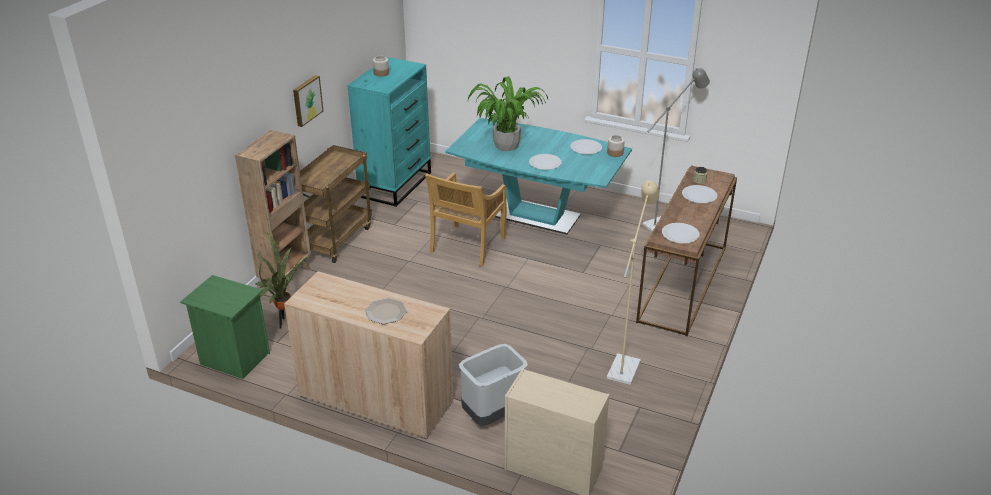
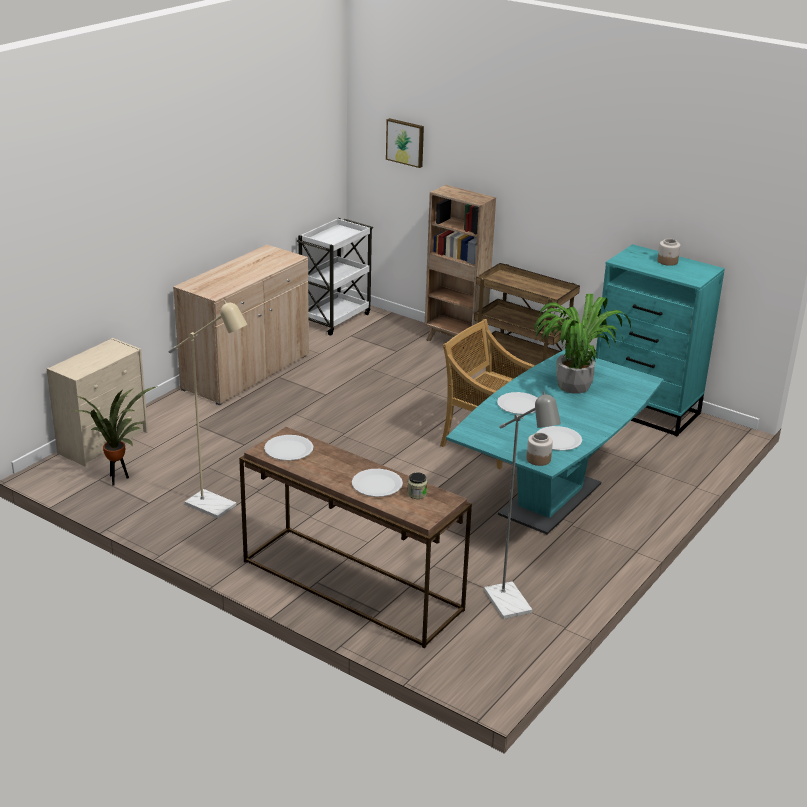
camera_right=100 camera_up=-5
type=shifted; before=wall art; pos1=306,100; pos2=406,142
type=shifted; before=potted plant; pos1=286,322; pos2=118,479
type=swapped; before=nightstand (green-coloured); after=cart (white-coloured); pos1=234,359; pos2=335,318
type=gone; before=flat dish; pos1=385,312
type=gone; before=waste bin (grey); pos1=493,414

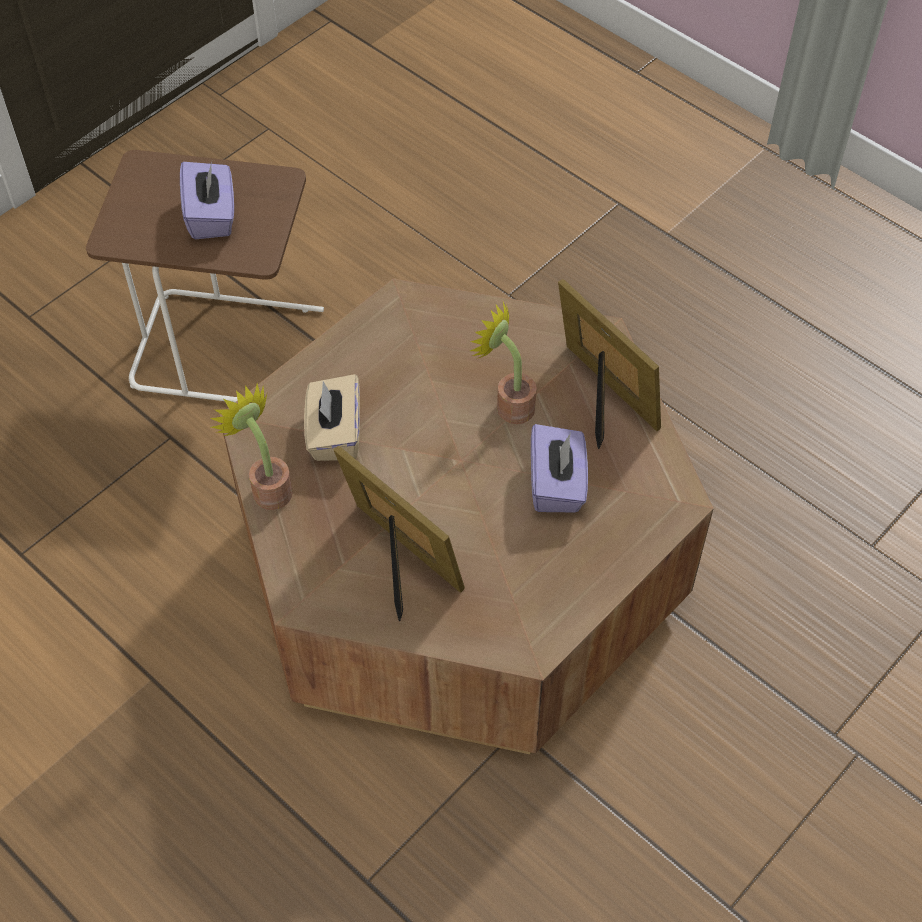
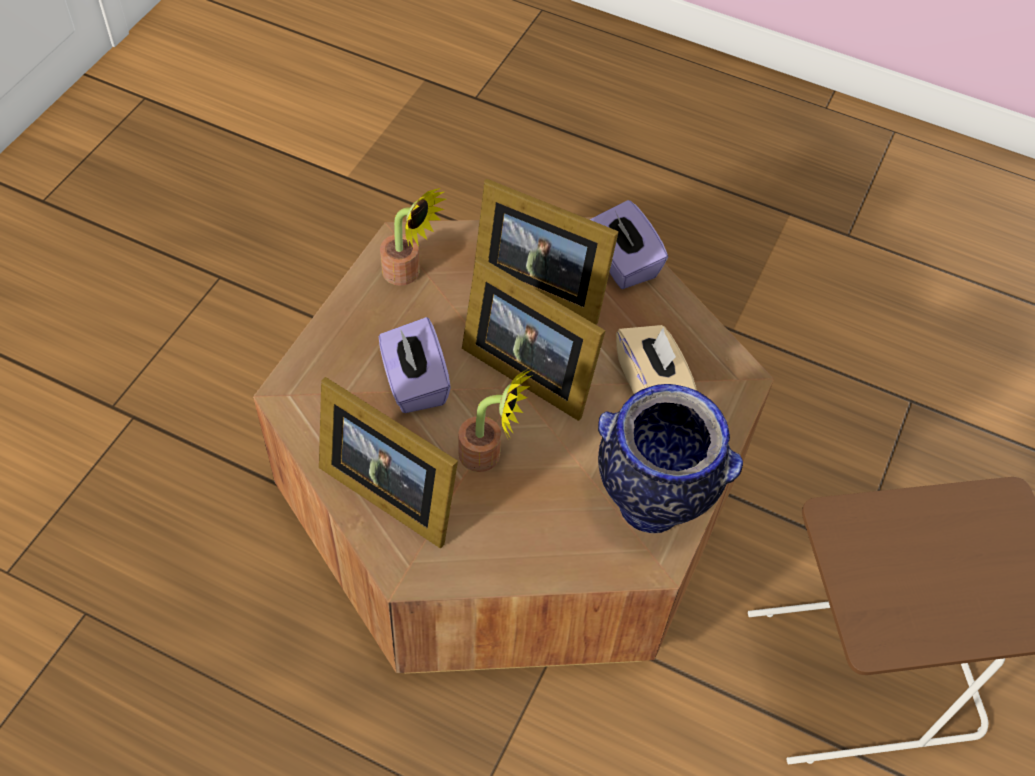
camera_right=160 camera_up=0
type=shifted; before=tissue box (purple-coloured); pos1=212,216; pos2=622,262
type=shifted; before=potted plant; pos1=267,487; pos2=407,274
type=new; after=standing frame; pos2=527,367
type=new; after=flower vase; pos2=652,506

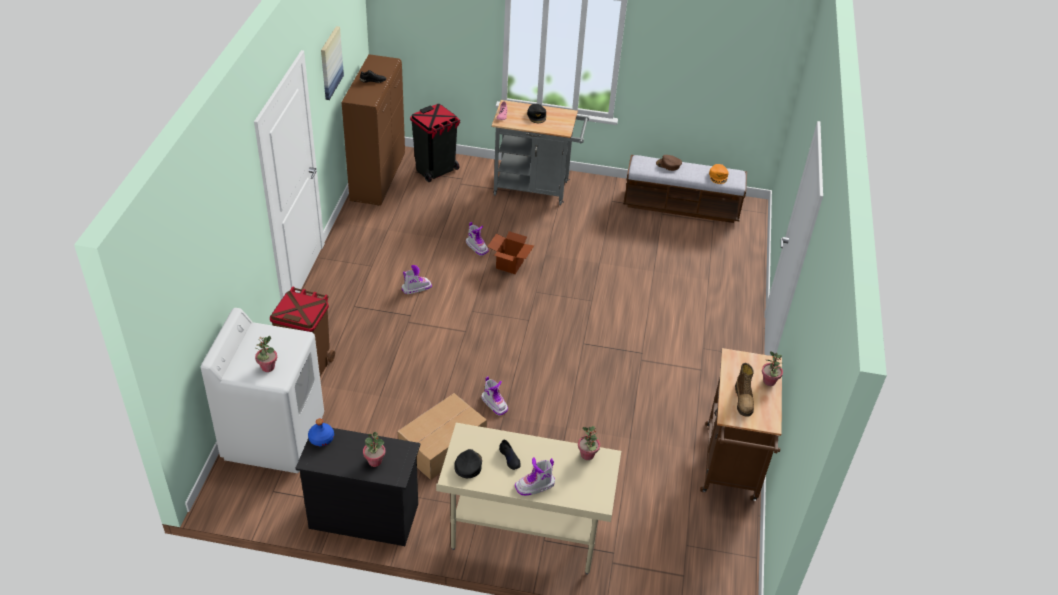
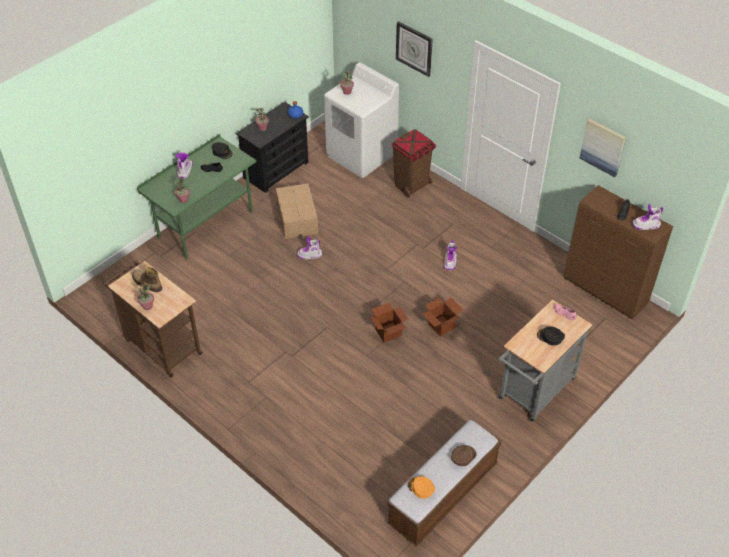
camera_right=125 camera_up=5
type=gone; before=waste bin (blackish); pos1=436,170
type=shifted; before=boot; pos1=477,247; pos2=646,225
type=repainted; before=desk table (sand-coloured); after=desk table (green-coloured); pos1=525,535; pos2=206,225
type=new; after=clock on the wall; pos2=414,48
type=new; after=packing box; pos2=388,332

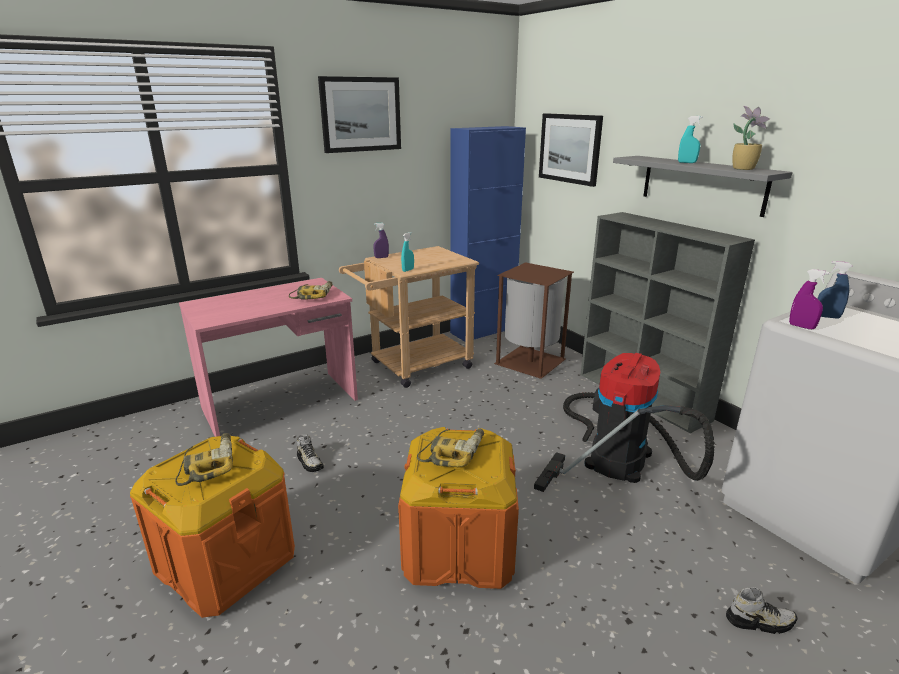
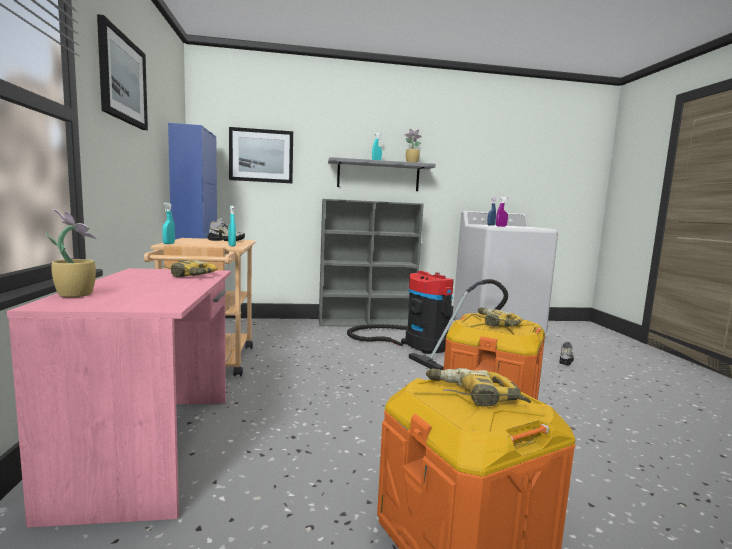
camera_right=-65 camera_up=-15
type=repainted; before=hand sprayer (purple-coloured); after=hand sprayer (blue-green); pos1=381,257; pos2=169,244
type=gone; before=waste bin (brown); pos1=531,362
type=shifted; before=low shoe; pos1=310,462; pos2=226,240
type=new; after=potted plant; pos2=75,294

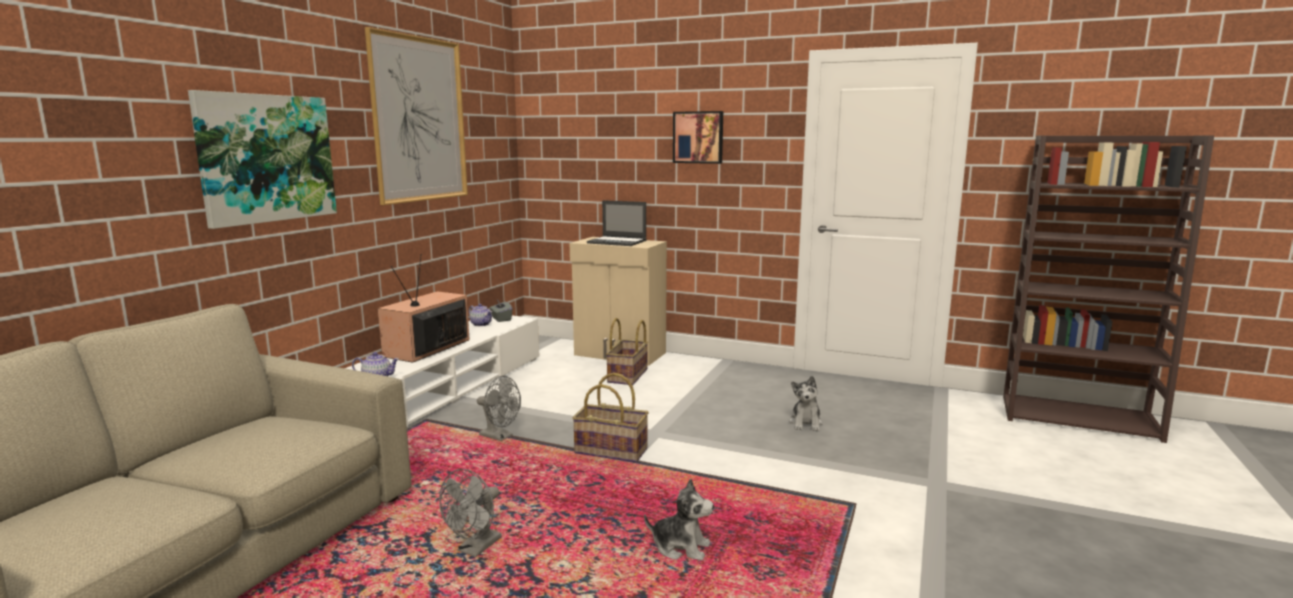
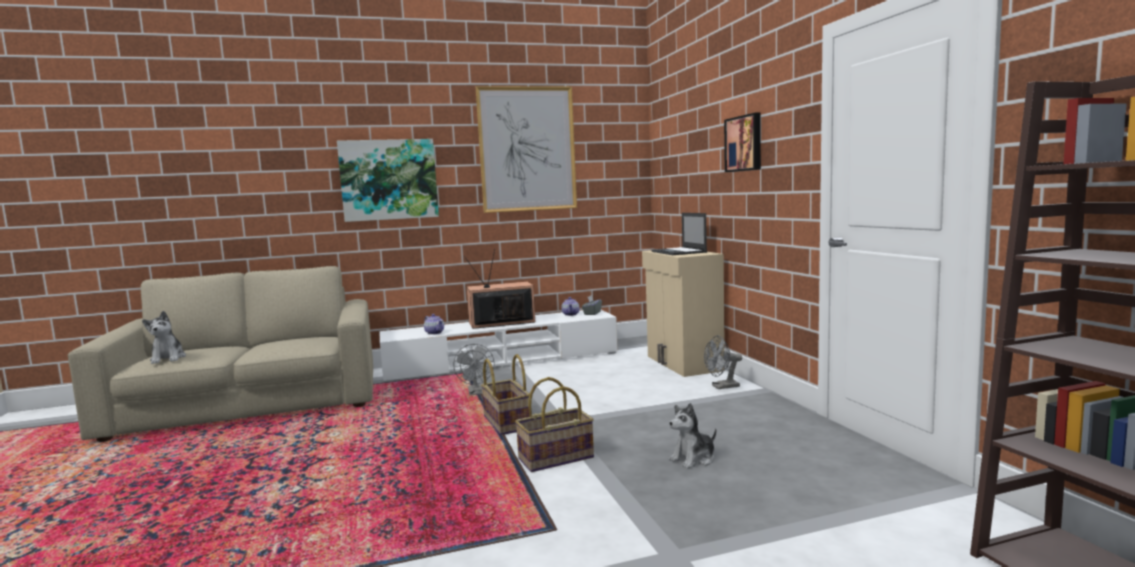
camera_right=50 camera_up=-5
type=shifted; before=household basket; pos1=628,376; pos2=556,458
type=shifted; before=cooling fan (grey); pos1=475,549; pos2=721,387
type=shifted; before=plush toy; pos1=681,547; pos2=168,358

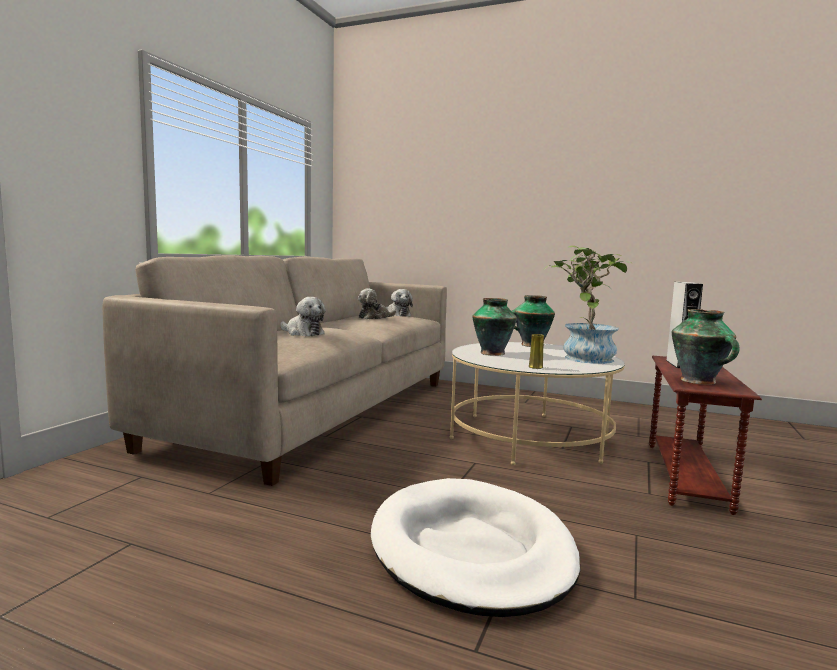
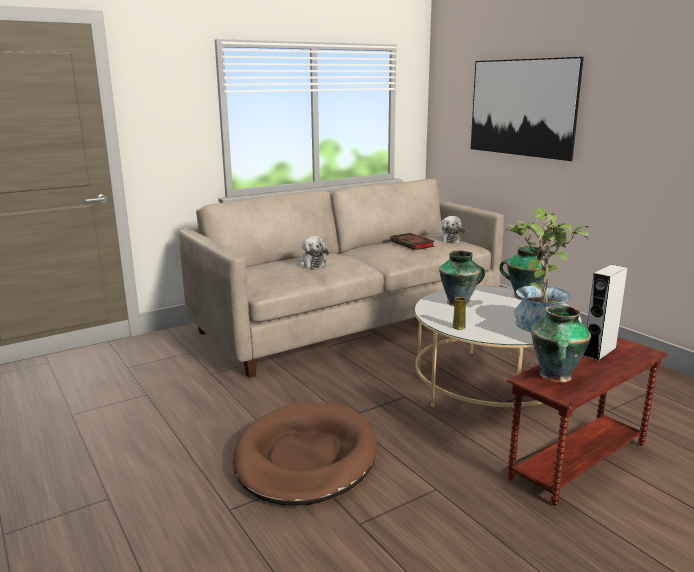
camera_right=35 camera_up=10
type=swapped; before=plush toy; after=bound book; pos1=374,317; pos2=413,244
type=repainted; before=dog bed (white-coloured); after=dog bed (brown); pos1=471,550; pos2=305,458
type=new; after=wall art; pos2=521,107

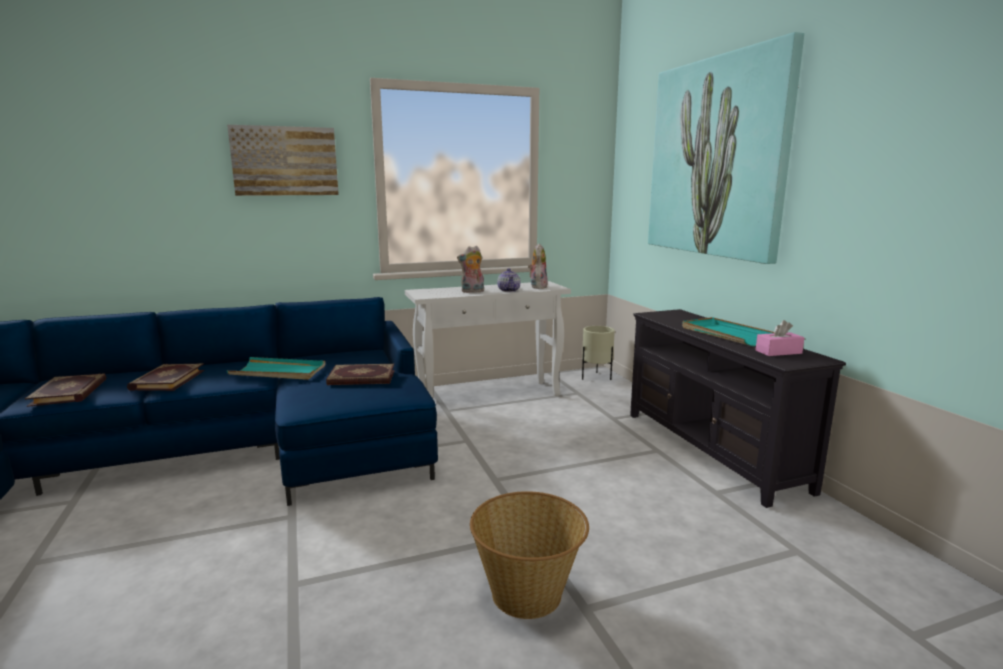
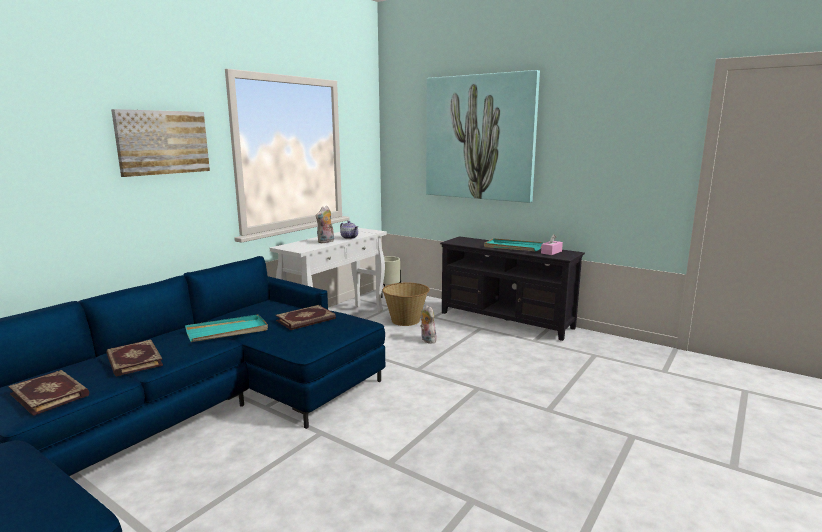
camera_right=-35 camera_up=0
type=shifted; before=plush toy; pos1=537,287; pos2=427,340
type=shifted; before=household basket; pos1=528,593; pos2=406,320

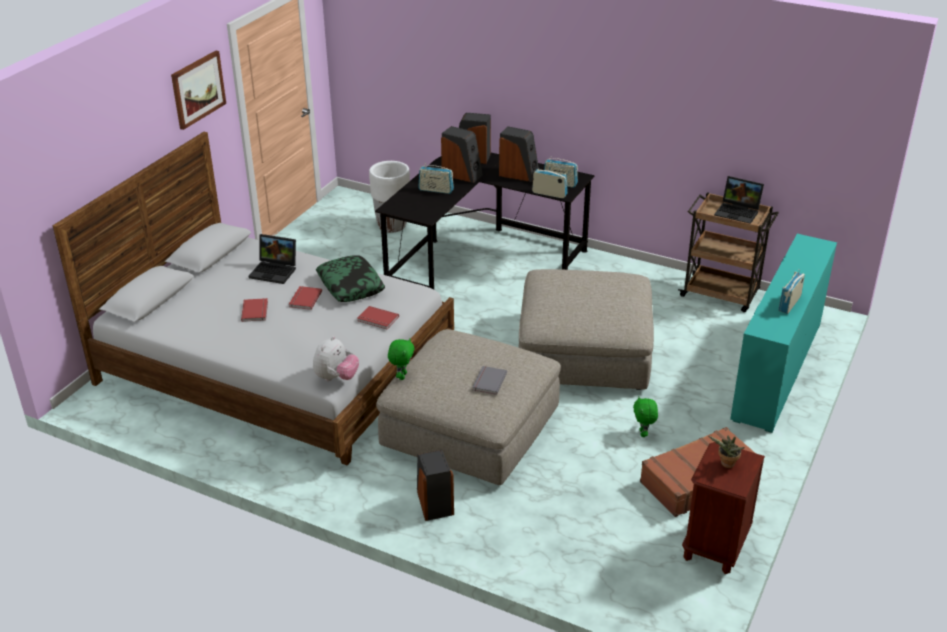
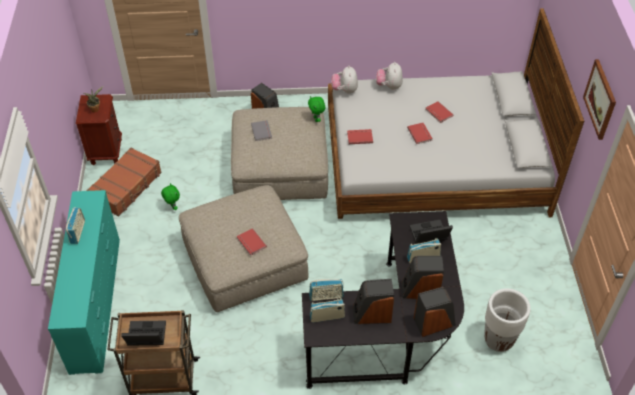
camera_right=150 camera_up=15
type=shifted; before=laptop; pos1=275,271; pos2=428,236
type=gone; before=cushion; pos1=351,285
type=new; after=plush toy; pos2=389,86
type=new; after=bound book (red-coloured); pos2=250,243

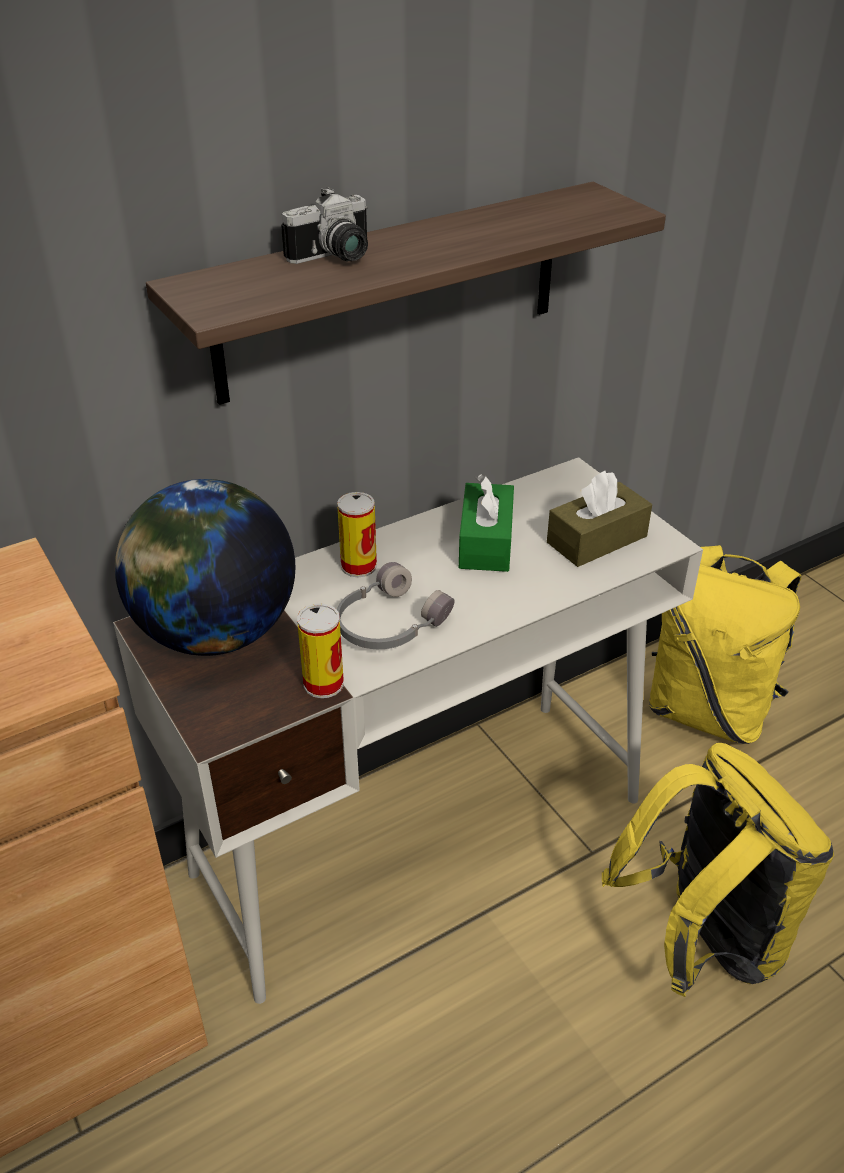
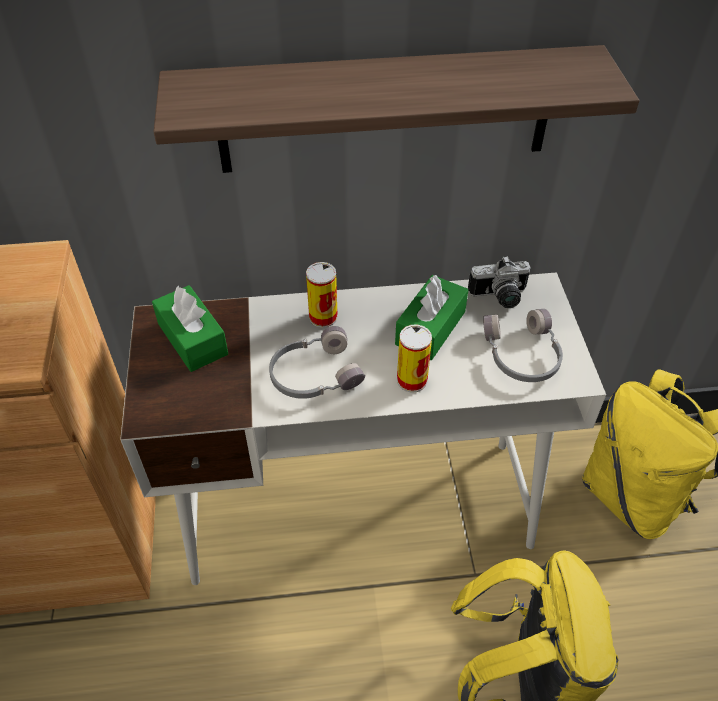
camera_right=25 camera_up=10
type=shifted; before=photo camera; pos1=335,258; pos2=500,297
type=swapped; before=tissue box (brown); after=headset (grey); pos1=597,539; pos2=521,355
type=swapped; before=desk globe; after=tissue box (green-coloured); pos1=215,633; pos2=192,339
type=shifted; before=sealed can; pos1=323,683; pos2=412,380

